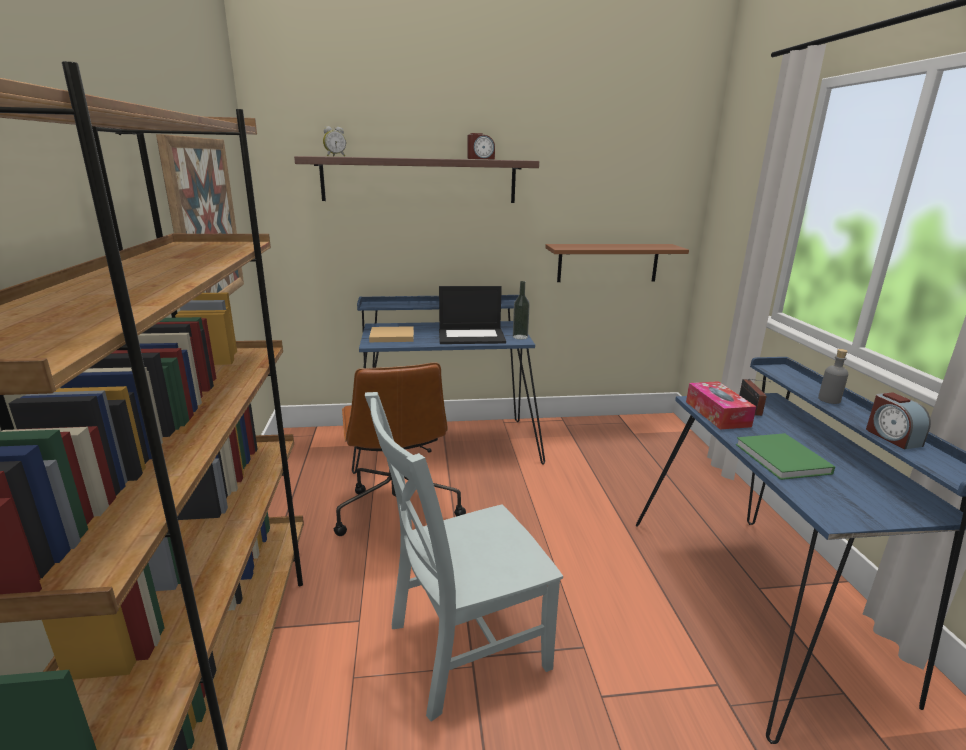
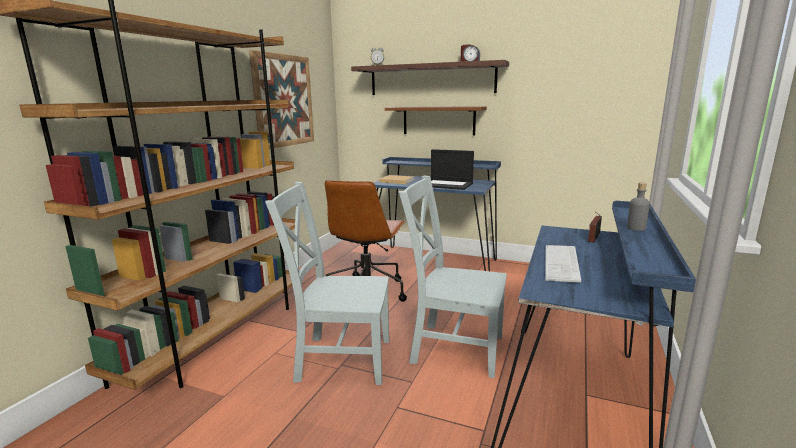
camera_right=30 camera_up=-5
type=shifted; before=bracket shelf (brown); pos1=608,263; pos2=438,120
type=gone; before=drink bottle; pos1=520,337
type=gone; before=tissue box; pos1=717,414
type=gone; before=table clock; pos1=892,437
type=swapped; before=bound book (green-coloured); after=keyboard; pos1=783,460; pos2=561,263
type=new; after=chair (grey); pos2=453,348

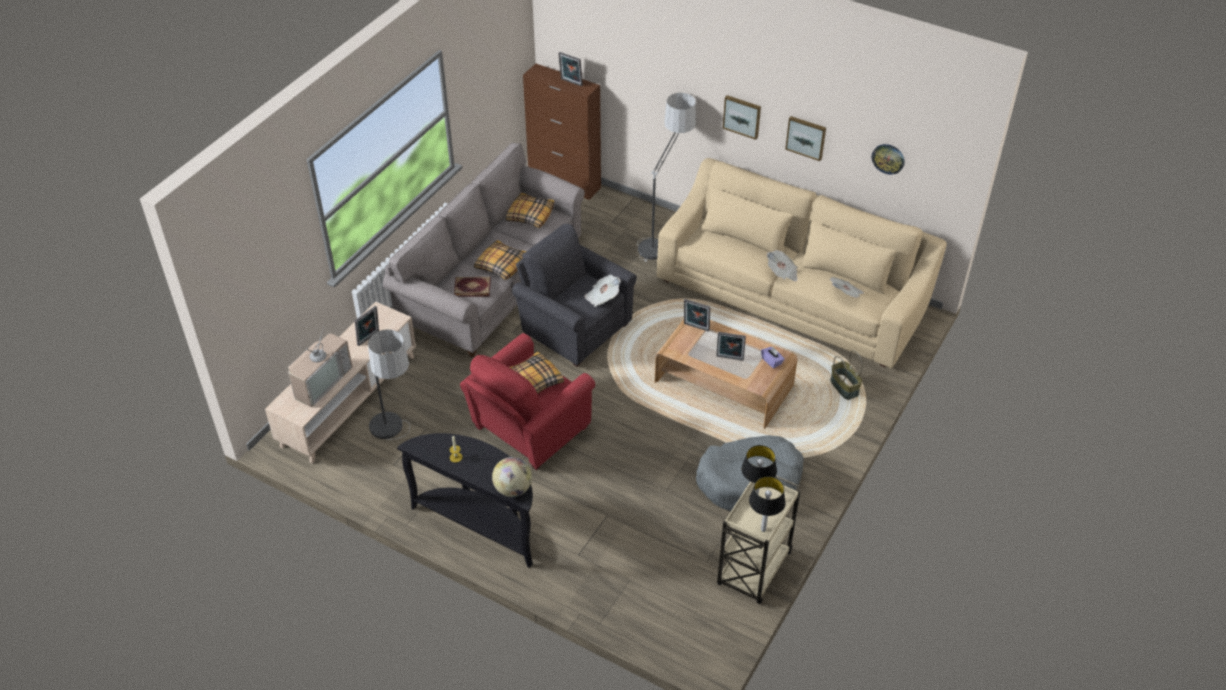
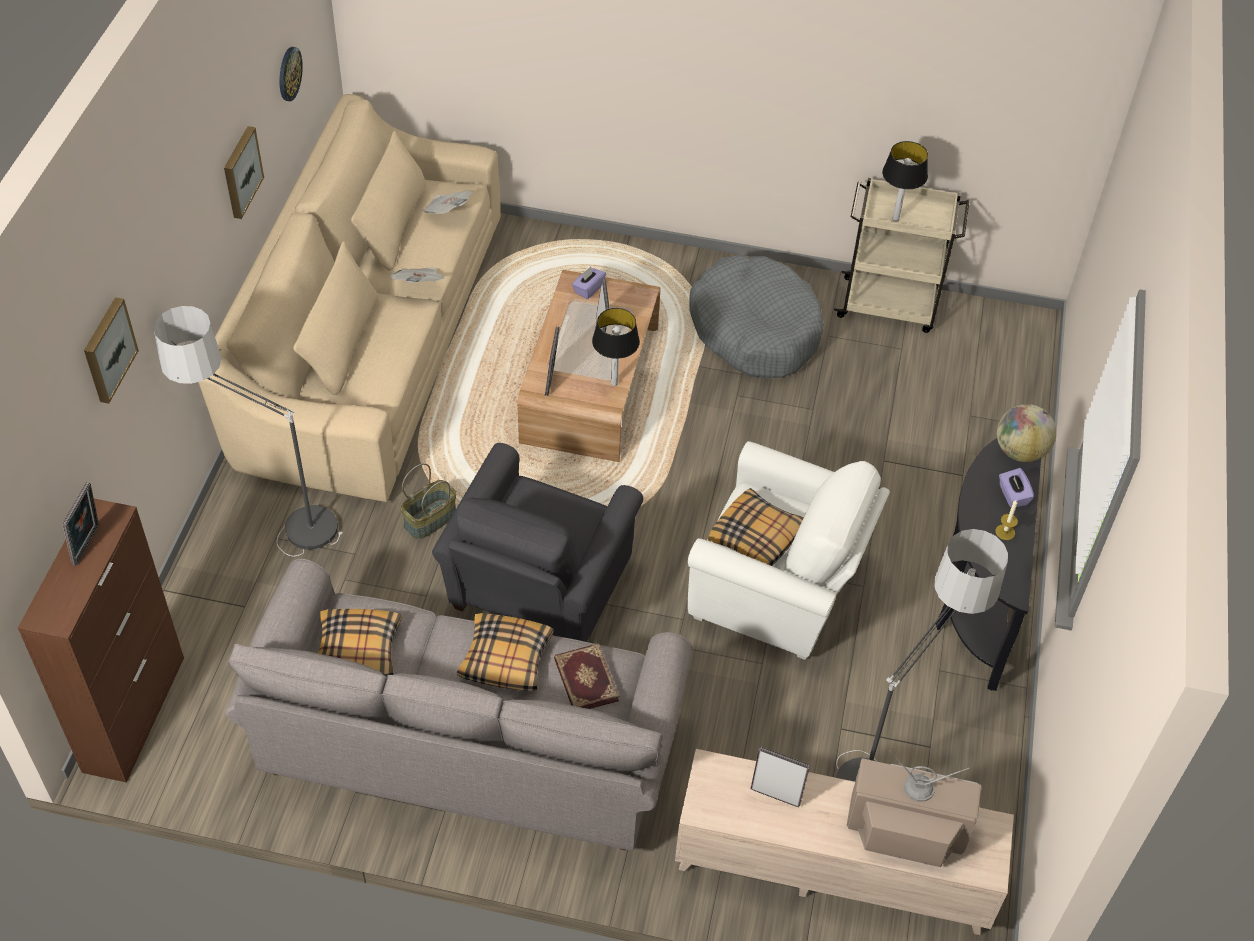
camera_right=-110 camera_up=5
type=shifted; before=wall art; pos1=742,116; pos2=107,349
type=gone; before=newspaper; pos1=602,297
type=repainted; before=lounge chair (red-coloured); after=lounge chair (white-coloured); pos1=527,430; pos2=779,592
type=shifted; before=household basket; pos1=845,387; pos2=430,519
type=shifted; before=tabletop lamp; pos1=763,530; pos2=614,383
type=new; after=tissue box (purple-coloured); pos2=1012,495

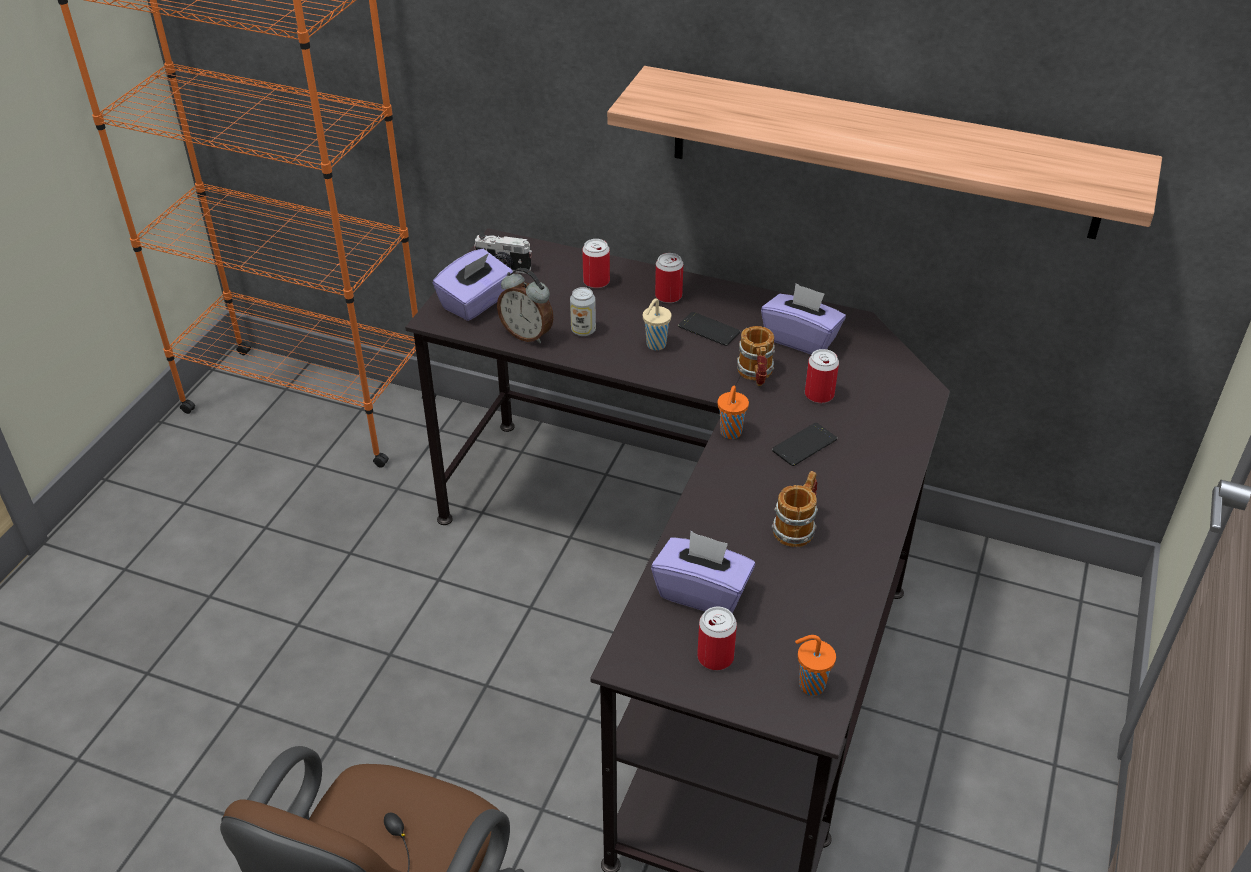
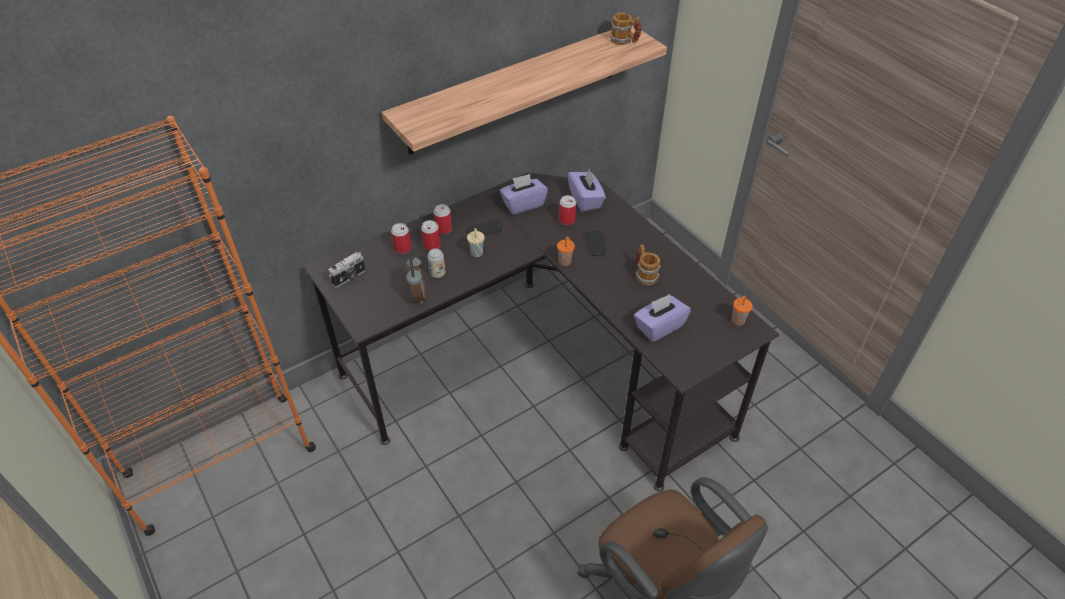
camera_right=-55 camera_up=5
type=shifted; before=tissue box (purple-coloured); pos1=476,303; pos2=585,200
type=rotated; before=table clock; pos1=527,334; pos2=418,296; turn=-75
type=shifted; before=mug; pos1=756,375; pos2=624,41
type=shifted; before=sealed can; pos1=715,657; pos2=432,245

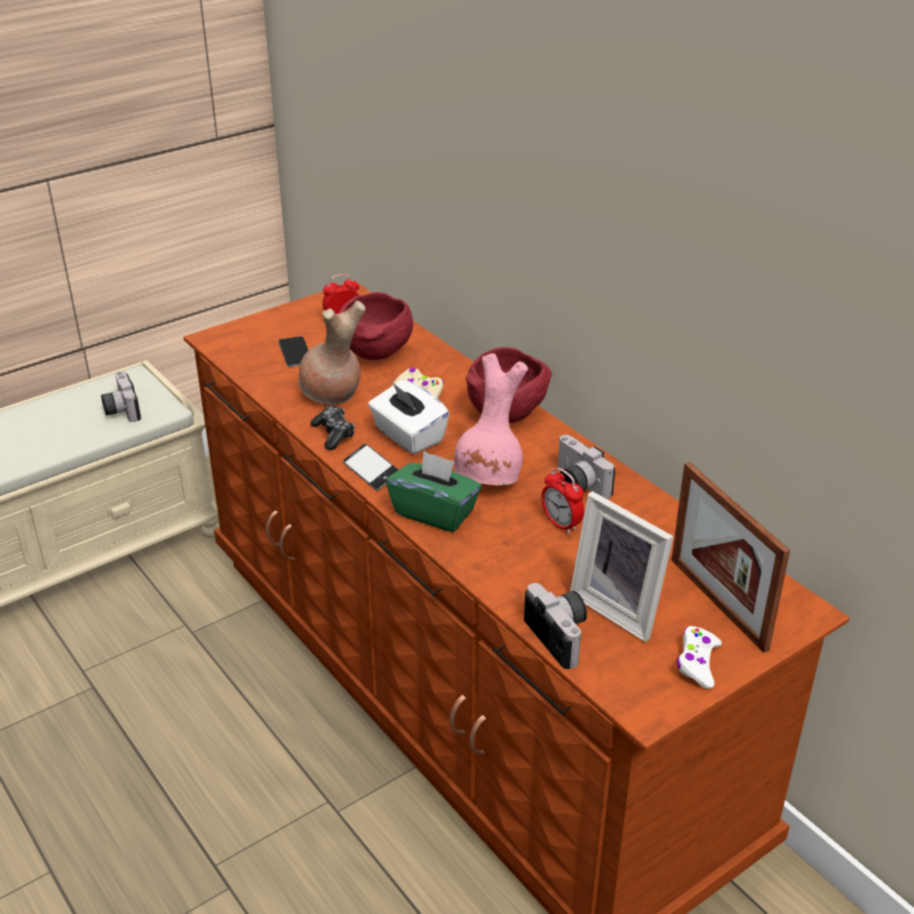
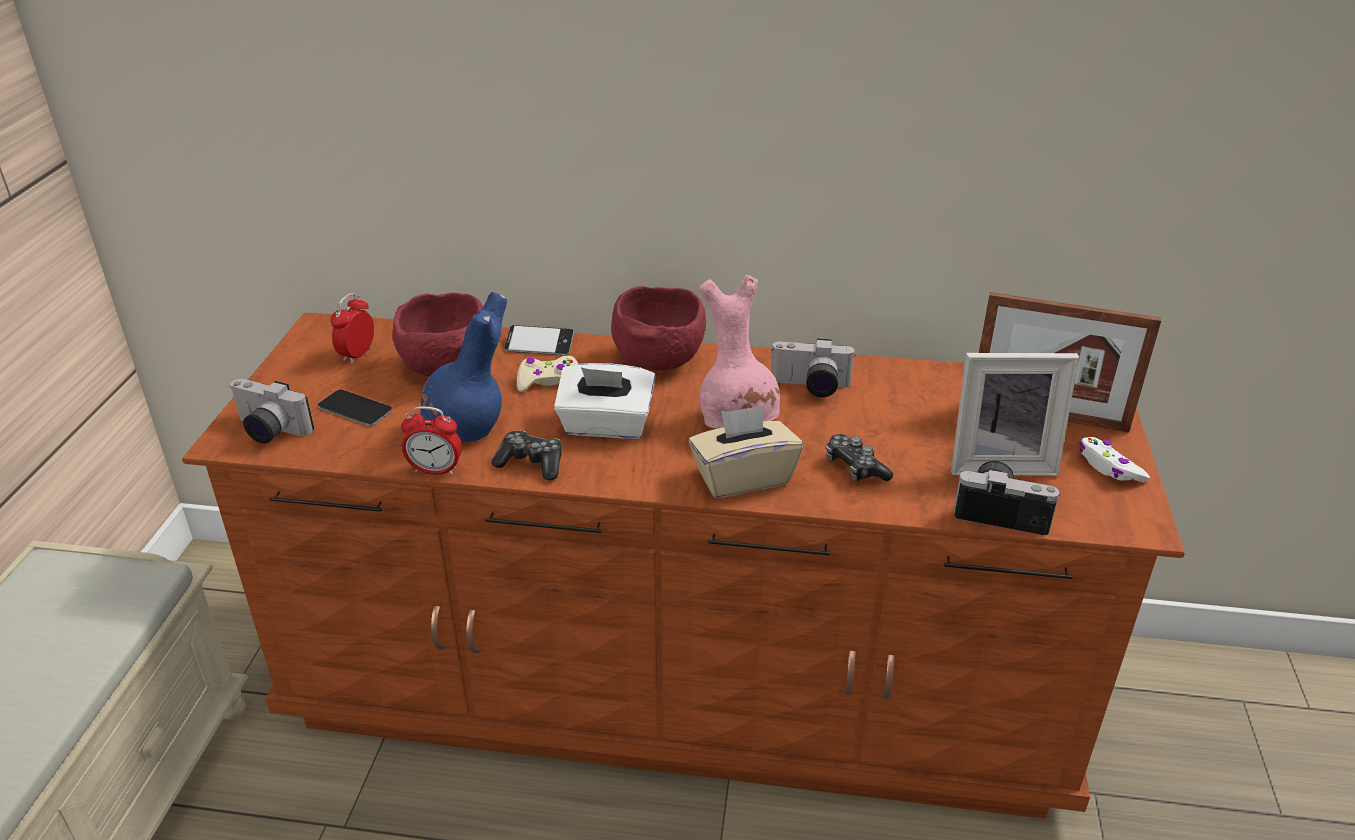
camera_right=-45 camera_up=0
type=repainted; before=flower vase (brown); after=flower vase (blue); pos1=331,396; pos2=467,429
type=shifted; before=photo camera; pos1=120,409; pos2=268,431
type=shifted; before=telephone; pos1=371,471; pos2=539,346
type=repainted; before=tissue box (green-coloured); after=tissue box (sand-coloured); pos1=435,512; pos2=743,477
type=shifted; before=table clock; pos1=561,524; pos2=435,470
type=new; after=joypad; pos2=855,468

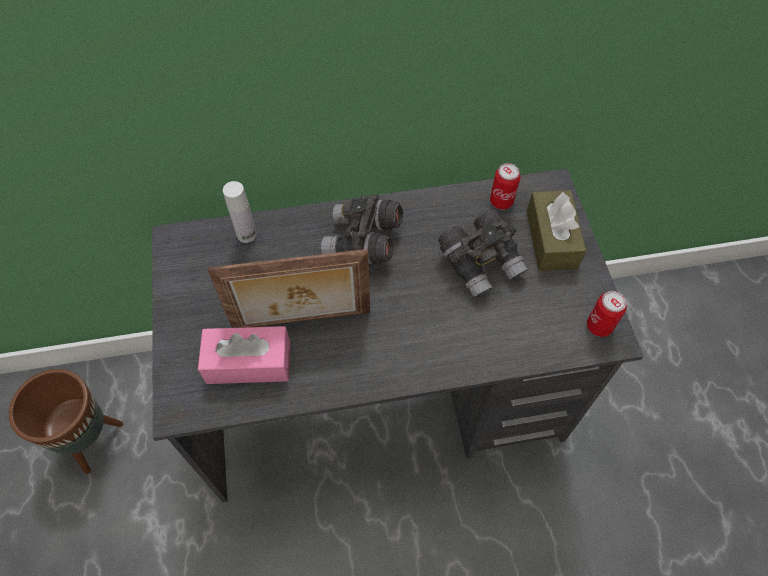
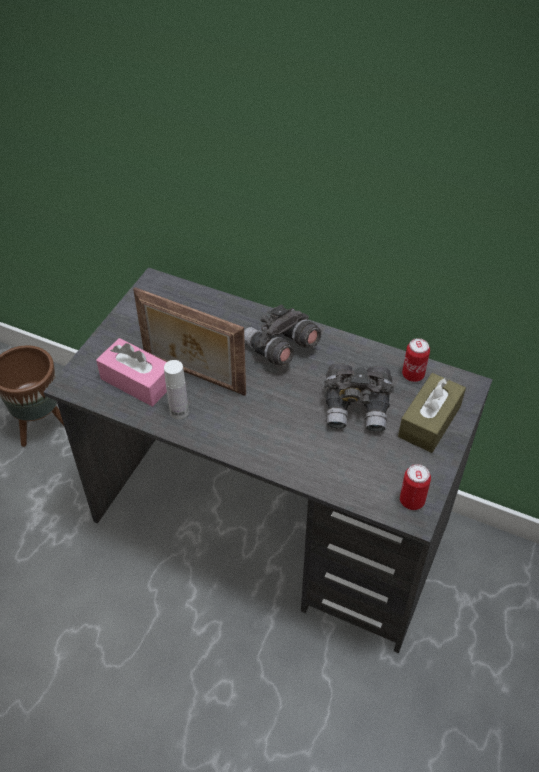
camera_right=35 camera_up=-10
type=shifted; before=drink bottle (white-coloured); pos1=246,234; pos2=179,412

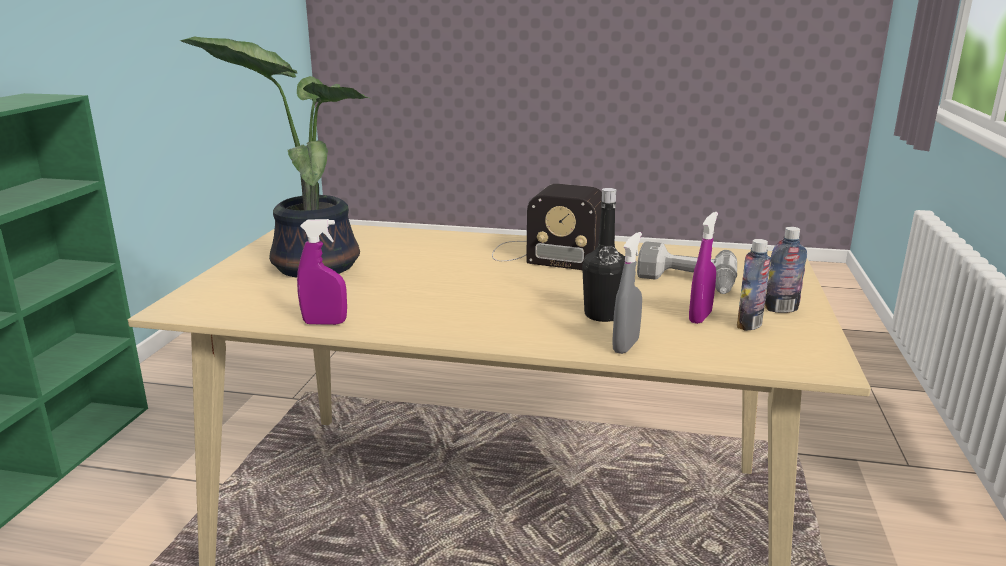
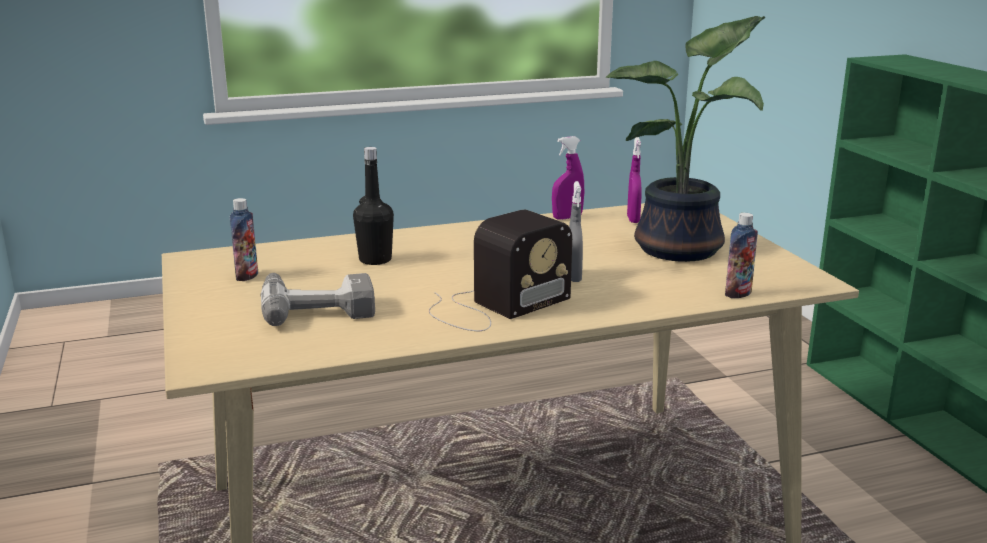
camera_right=150 camera_up=0
type=rotated; before=radio set; pos1=543,255; pos2=494,306; turn=150
type=shifted; before=hand sprayer (purple-coloured); pos1=700,317; pos2=633,219
type=shifted; before=drink bottle; pos1=781,309; pos2=738,293
type=shifted; before=hand sprayer (grey); pos1=625,346; pos2=574,277

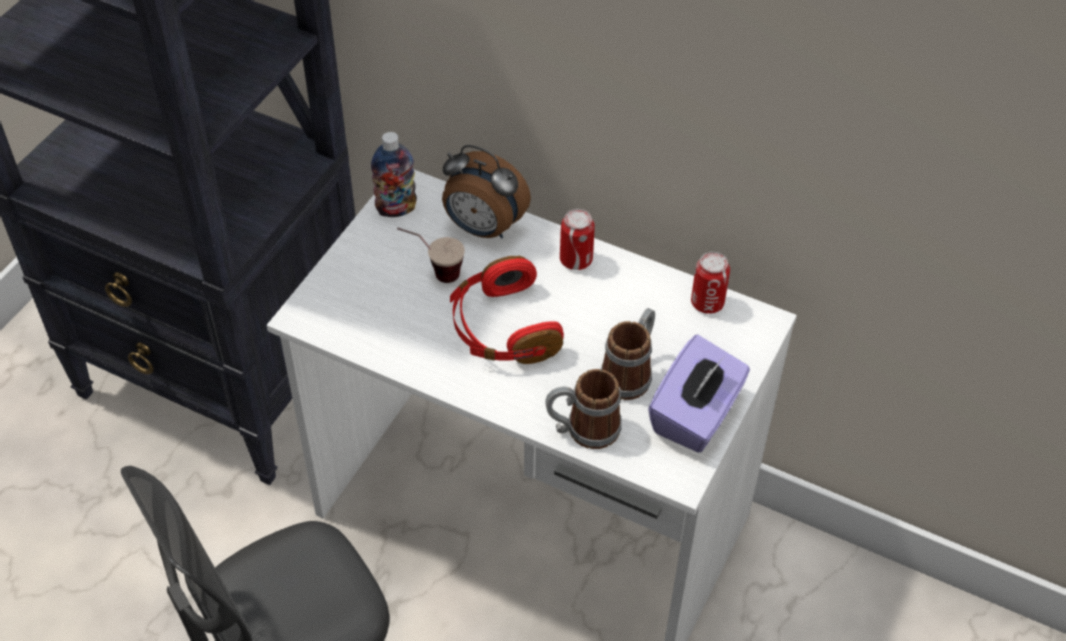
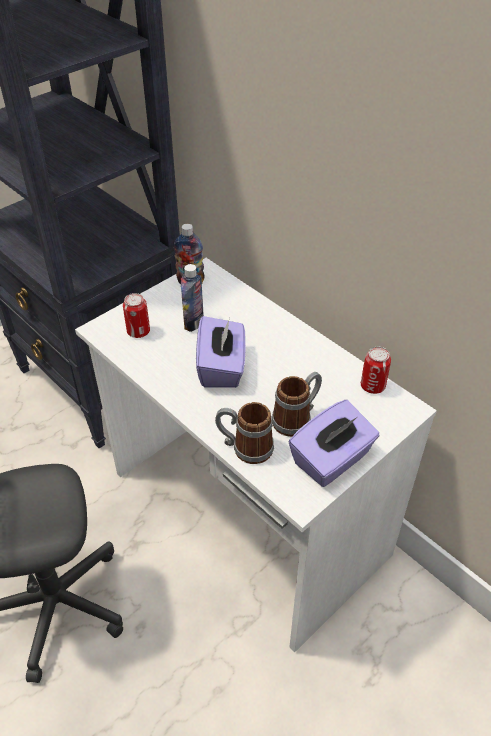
camera_right=20 camera_up=-5
type=gone; before=table clock; pos1=483,228
type=shifted; before=sealed can; pos1=576,260; pos2=138,331
type=swapped; before=small cup; after=drink bottle; pos1=432,272; pos2=194,323
type=swapped; before=headset (red-coloured); after=tissue box (purple-coloured); pos1=502,329; pos2=222,368

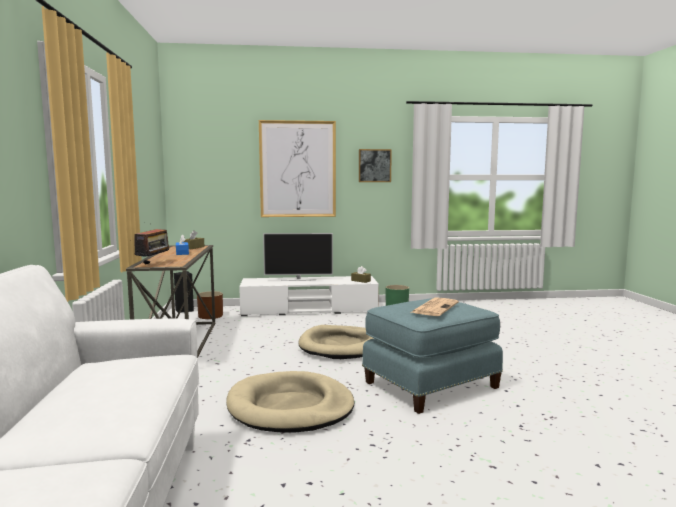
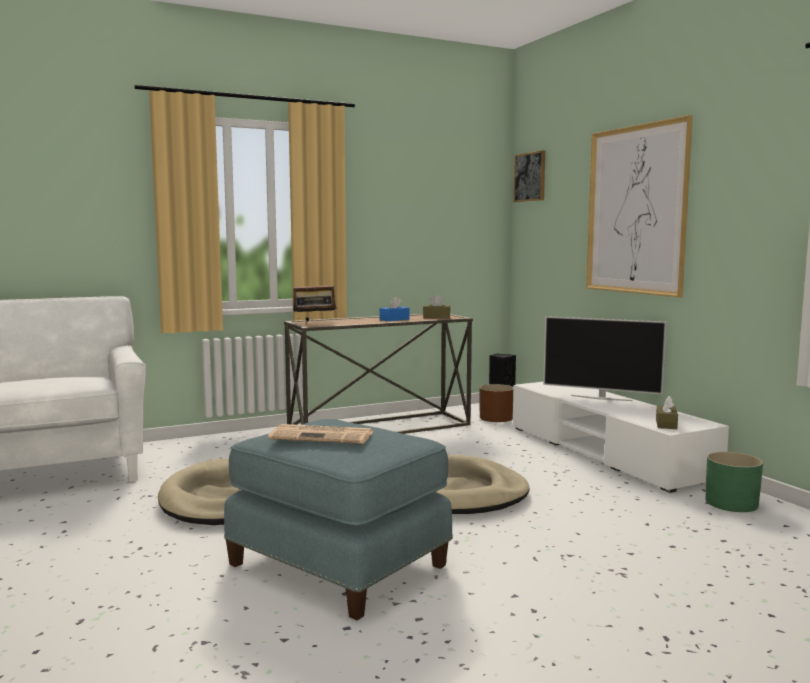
camera_right=70 camera_up=0
type=shifted; before=wall art; pos1=374,165; pos2=530,177
type=rotated; before=television; pos1=298,280; pos2=601,398; turn=-45

